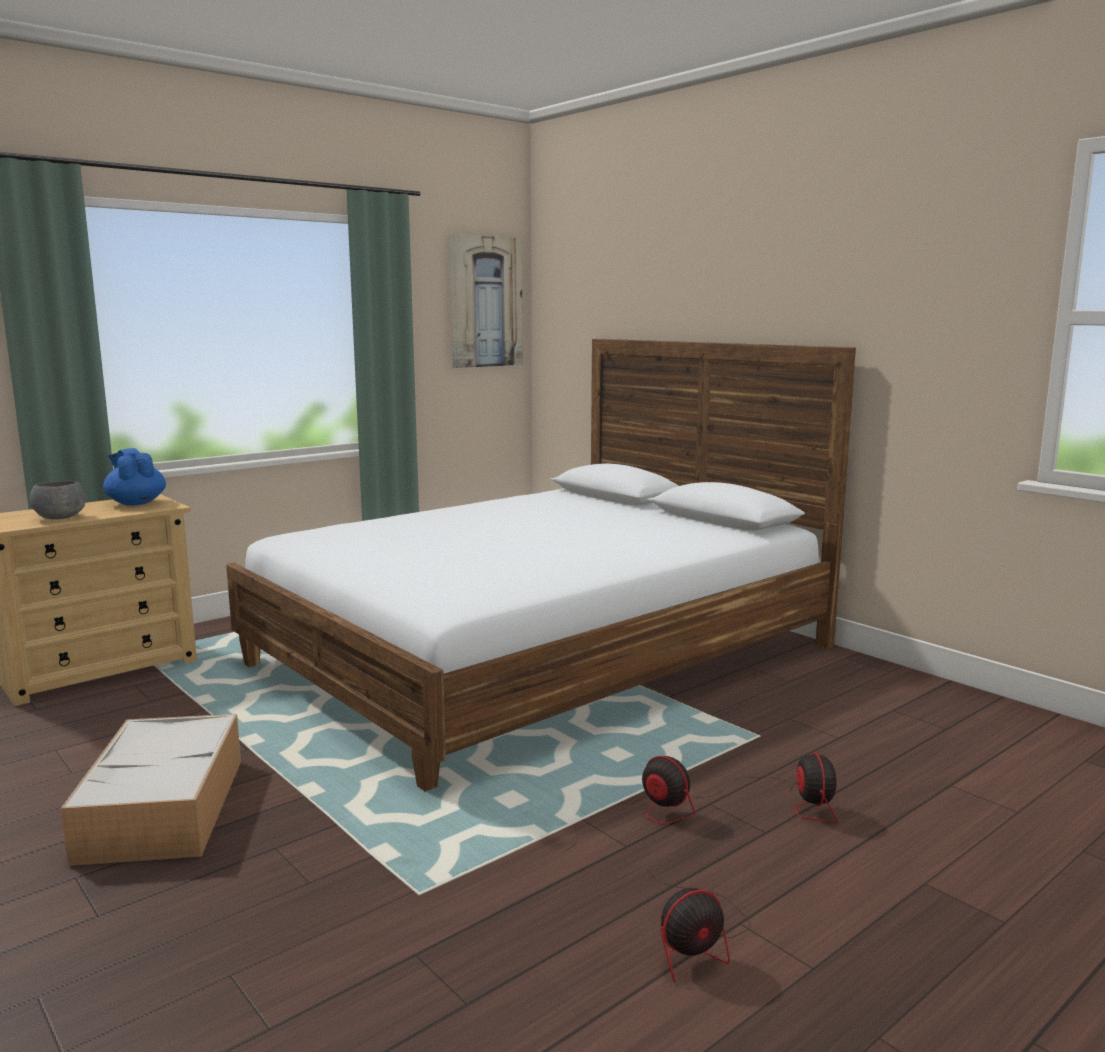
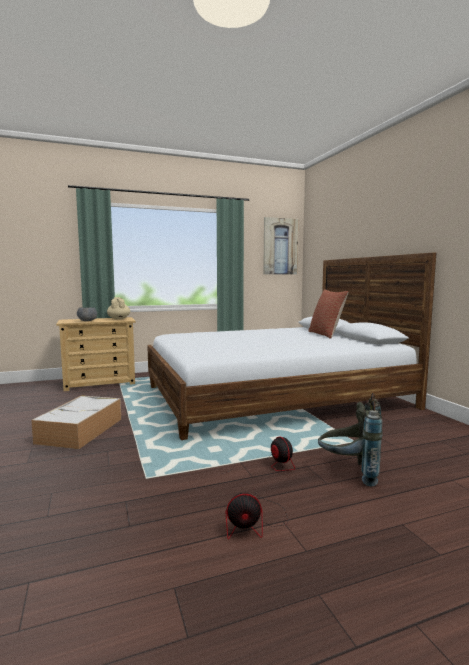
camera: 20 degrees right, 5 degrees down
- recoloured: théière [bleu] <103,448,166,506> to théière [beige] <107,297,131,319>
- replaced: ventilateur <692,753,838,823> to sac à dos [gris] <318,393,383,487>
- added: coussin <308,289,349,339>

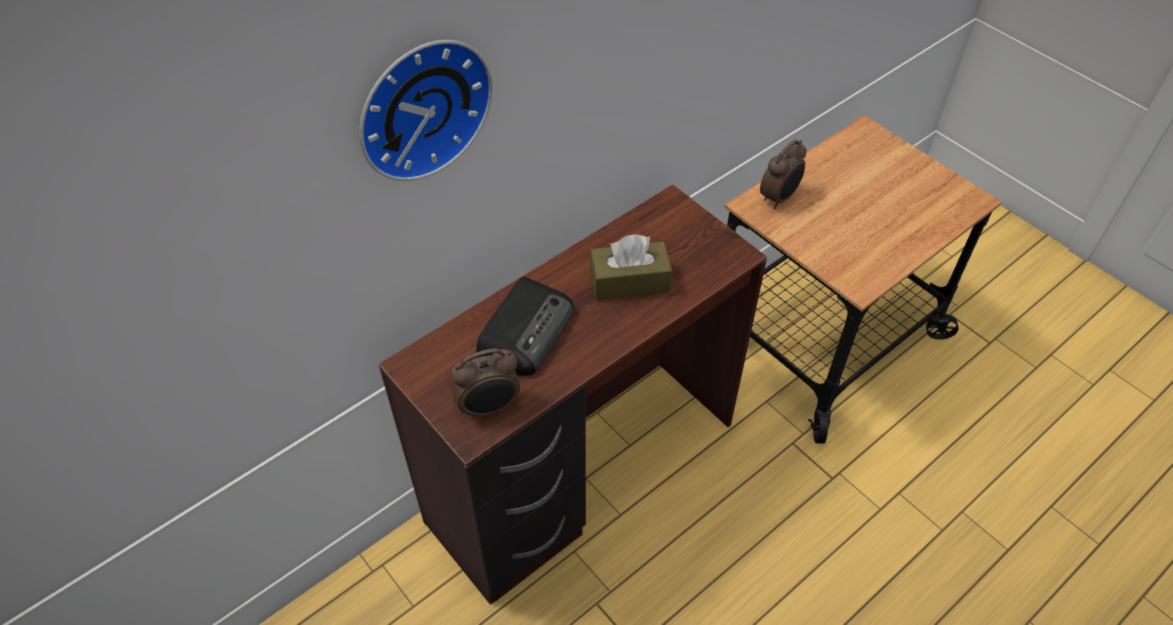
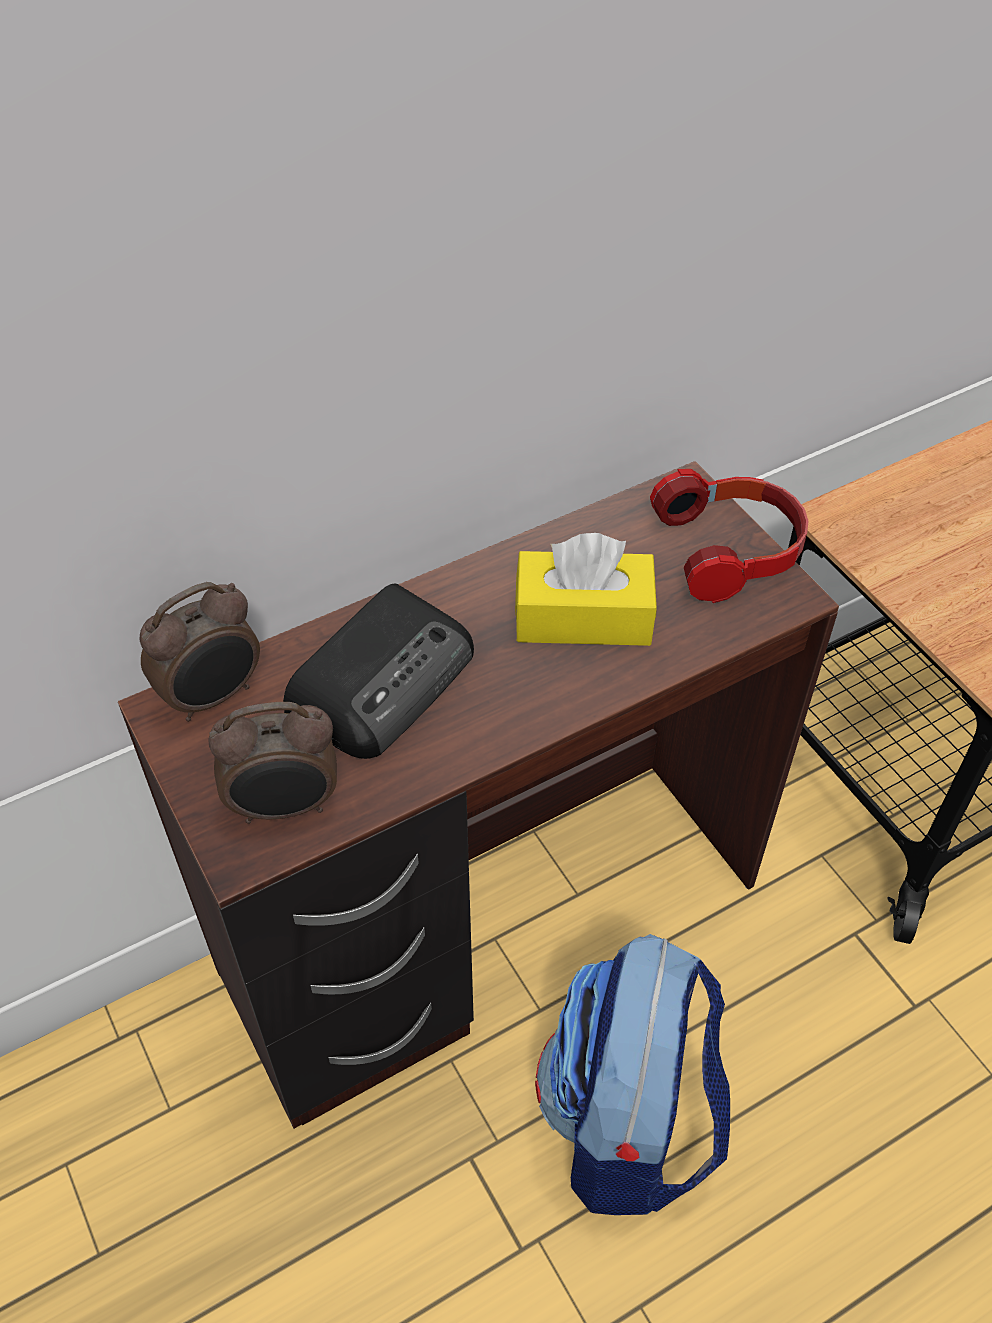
camera: 10 degrees right, 0 degrees up
- removed: horloge murale <359,40,493,181>
- moved: réveil <760,140,806,209> to <140,582,260,722>
- recoloured: boîte à mouchoirs [marron] <590,234,672,300> to boîte à mouchoirs [jaune] <515,533,657,646>
- added: casque audio <650,469,809,603>
- added: sac à dos <535,934,730,1215>

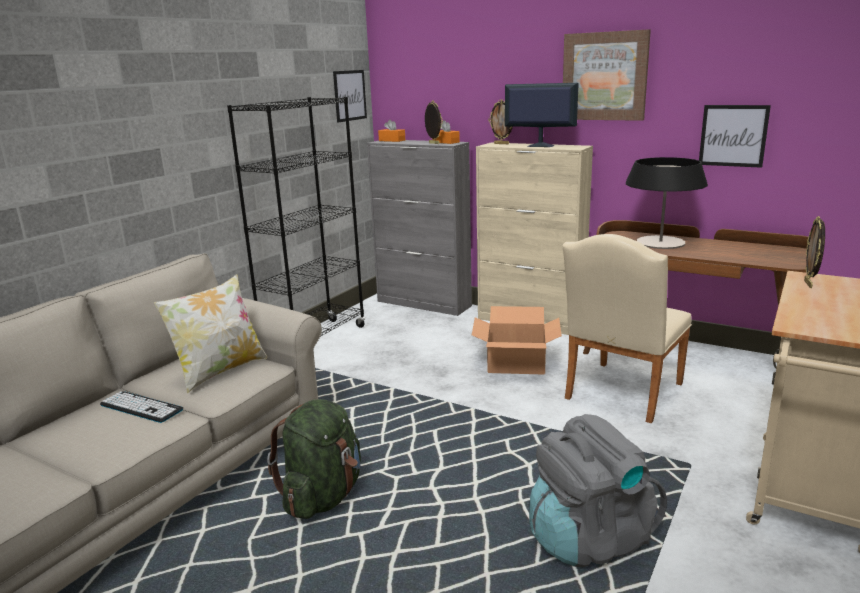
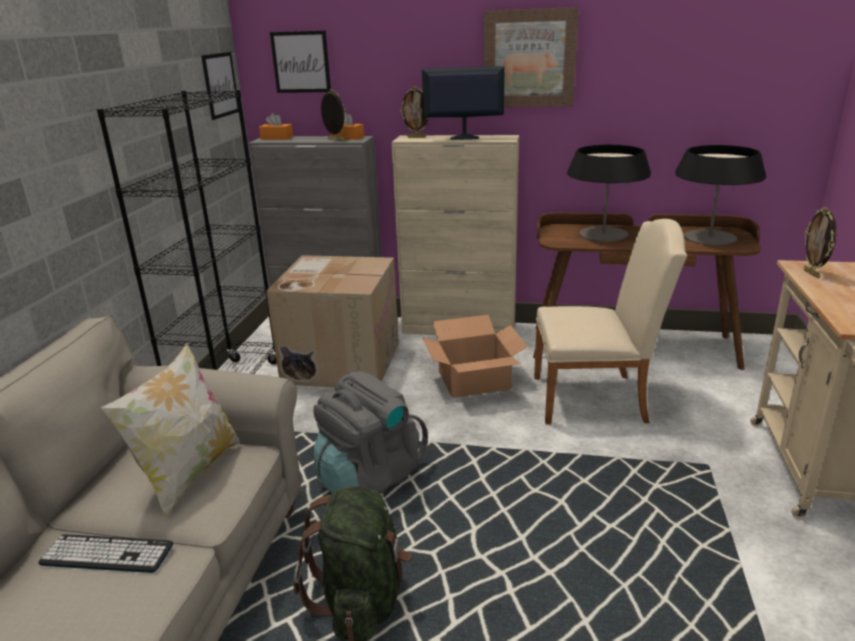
camera: 20 degrees left, 5 degrees up
- moved: tableau <699,105,771,168> to <270,31,331,93>
- turned: chaise [beige] <563,234,692,423> = <534,219,687,425> 105 degrees counterclockwise
- moved: sac à dos [gris] <529,414,667,567> to <313,371,428,494>
- added: lampe de table <675,145,766,246>
- added: carton <266,255,399,387>

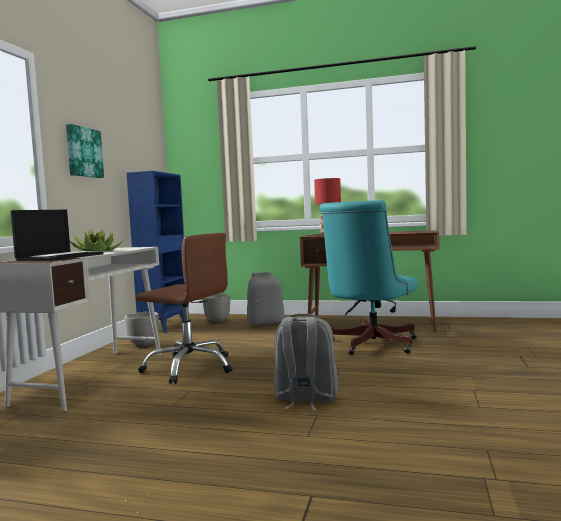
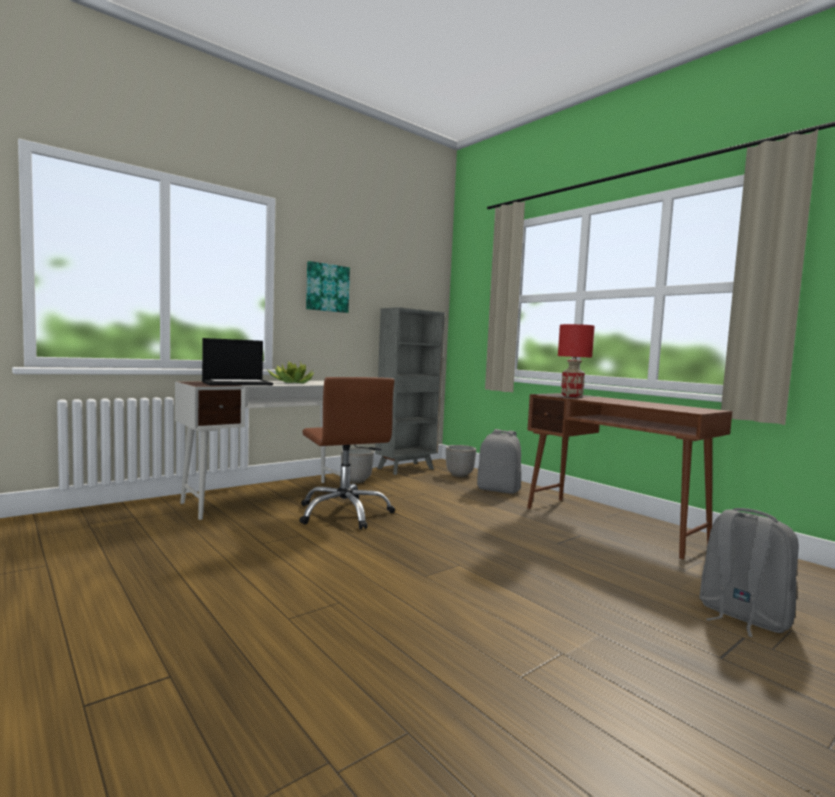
camera: 35 degrees right, 0 degrees up
- recoloured: bibliothèque [bleu] <127,171,185,333> to bibliothèque [gris] <375,307,445,475>
- removed: chaise de bureau [turquoise] <320,200,418,355>
- moved: sac à dos [gris] <274,313,338,411> to <699,508,799,637>

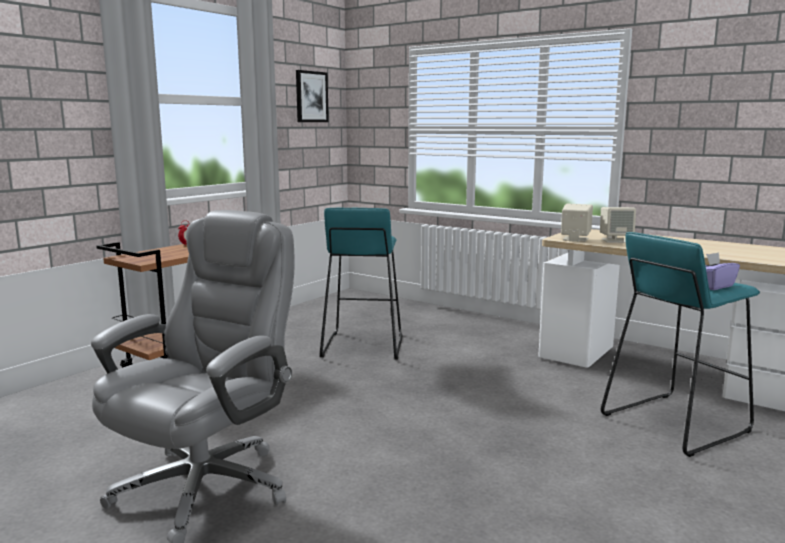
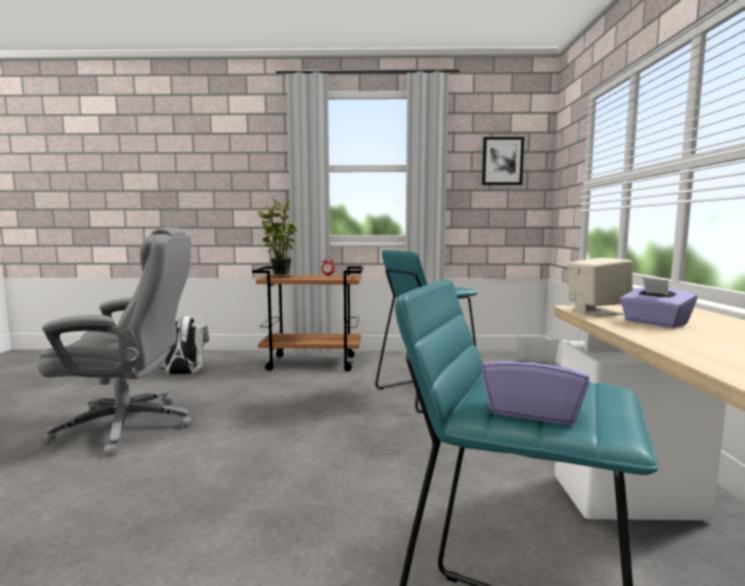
camera: 55 degrees right, 5 degrees down
- replaced: enceinte [beige] <600,207,636,243> to boîte à mouchoirs [violet] <620,277,697,328>
- added: plante en pot <258,200,297,278>
- added: sac à dos [blanc] <157,316,209,375>

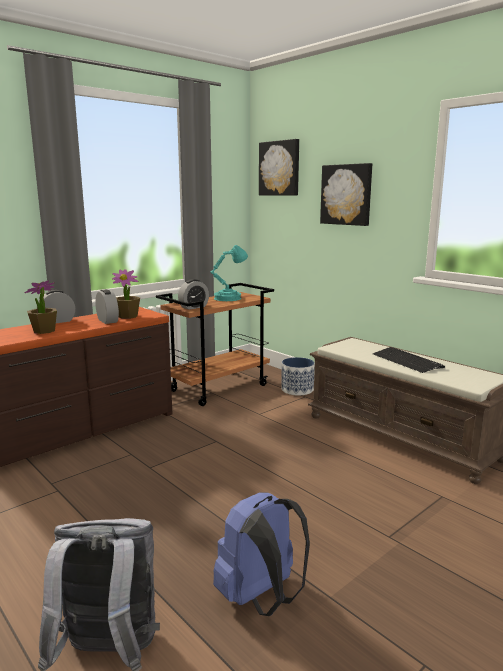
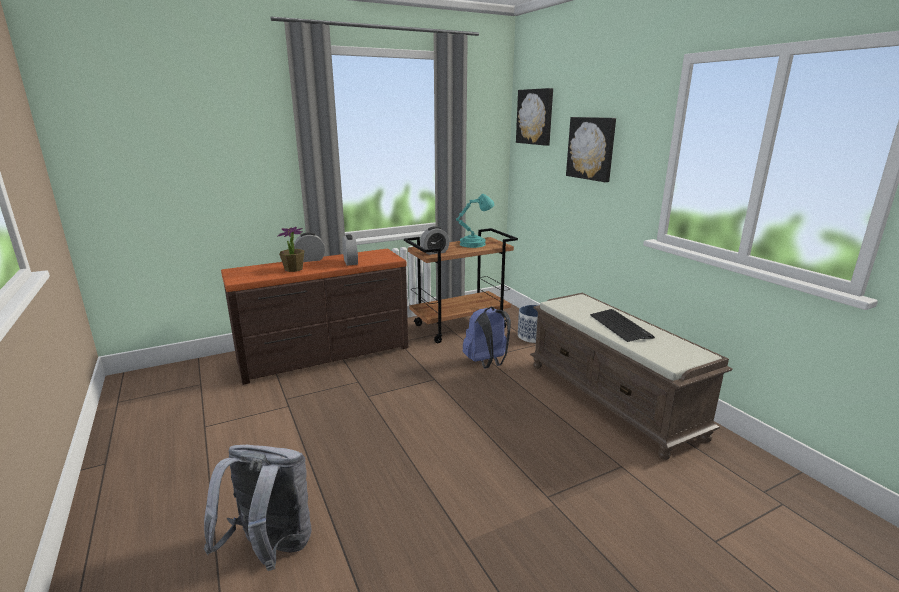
camera: 15 degrees right, 5 degrees up
- removed: plante en pot <112,269,140,319>
- moved: sac à dos [bleu] <213,492,310,616> to <463,307,511,368>

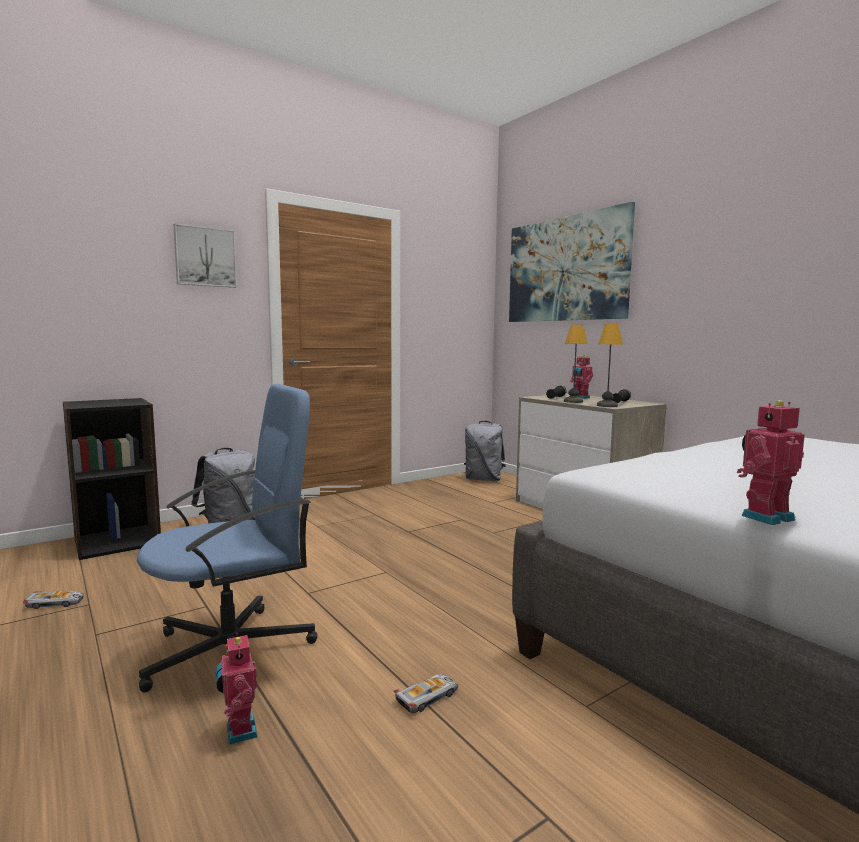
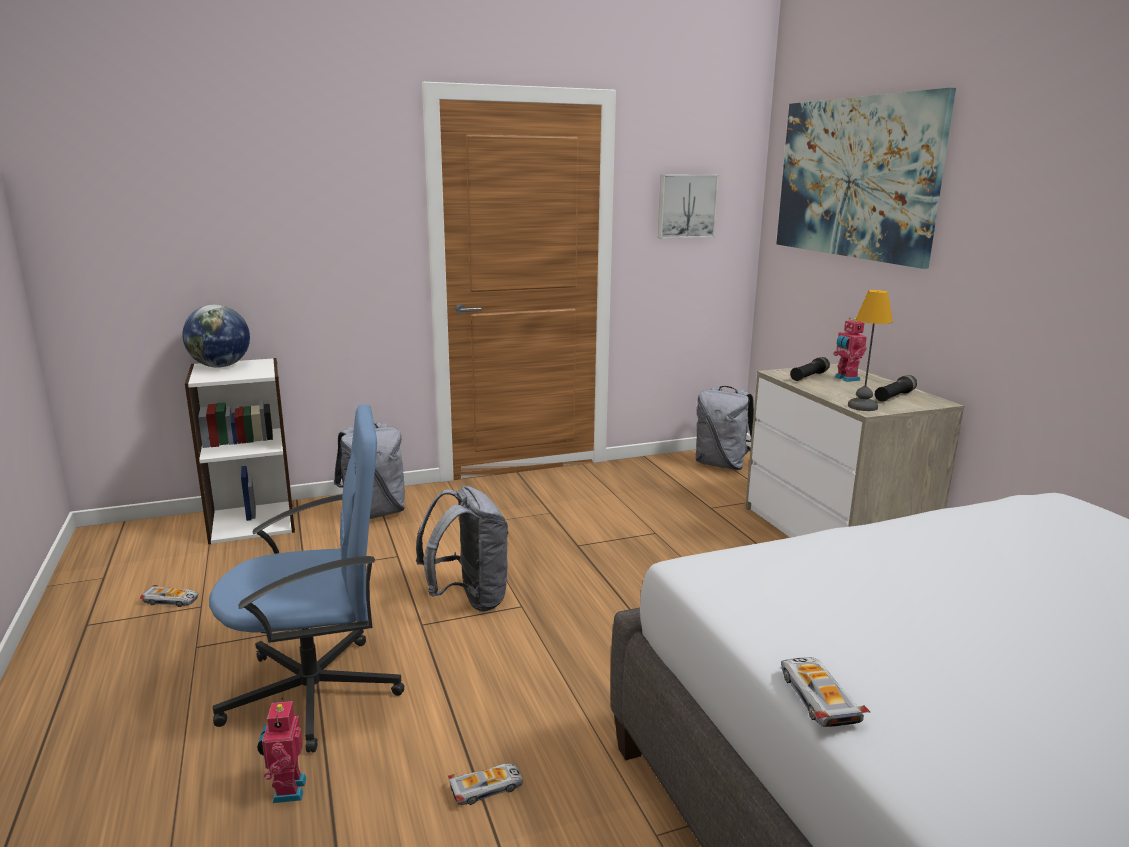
camera: 15 degrees right, 10 degrees up
- moved: tableau <174,223,237,288> to <658,175,719,239>
- removed: lampe de table <564,325,588,403>
- recoloured: bibliothèque [noir] <63,398,161,560> to bibliothèque [blanc] <185,358,295,544>
- replaced: robot jouet <737,400,805,525> to petite voiture <781,657,871,727>
- added: globe <182,304,250,368>
- added: sac à dos [gris] <416,486,509,612>

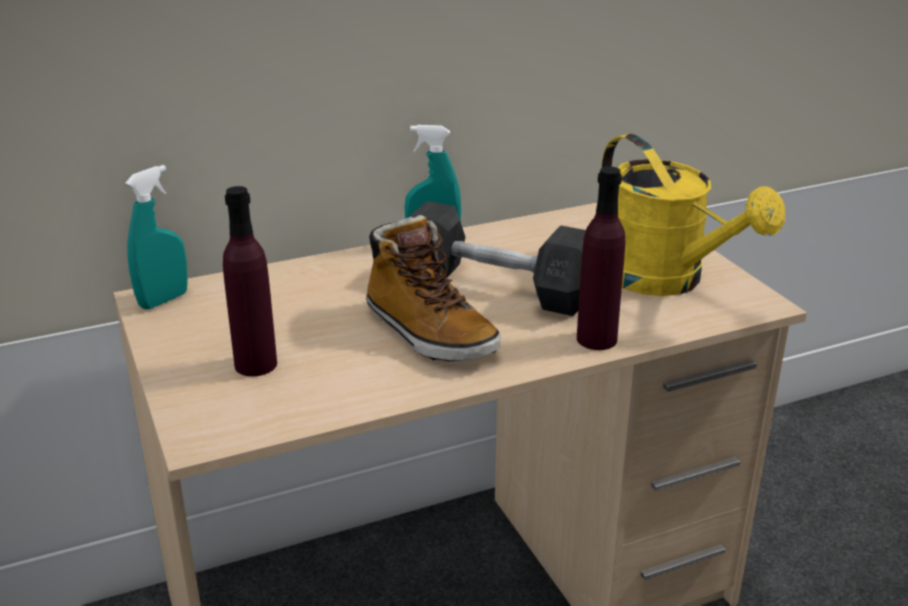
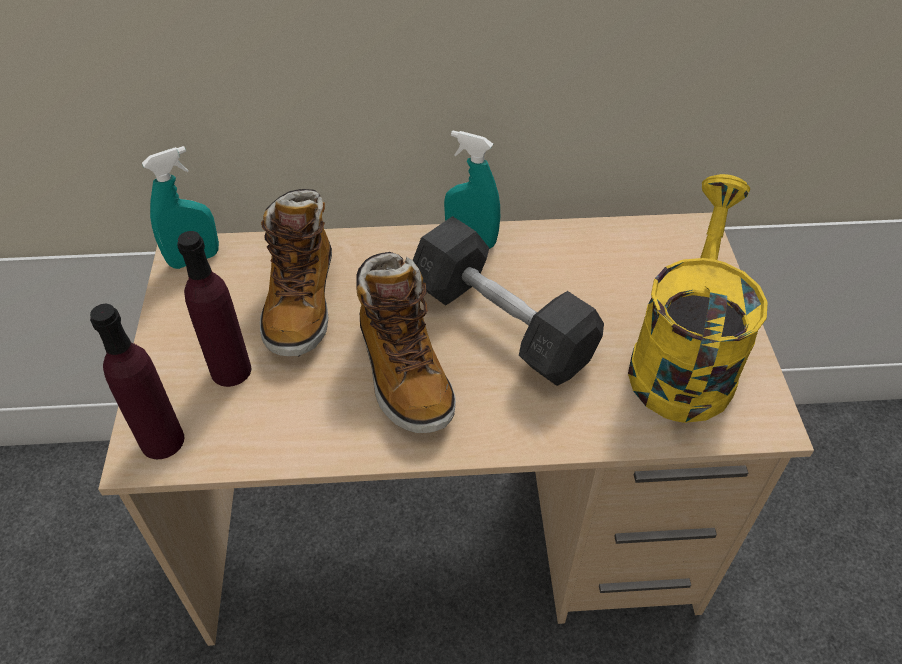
camera: 20 degrees right, 20 degrees up
- turned: arrosoir [jaune] <601,134,785,296> = <628,174,768,423> 150 degrees counterclockwise
- moved: bouteille [violet] <577,166,625,350> to <90,304,184,459>
- added: botte <260,189,332,356>

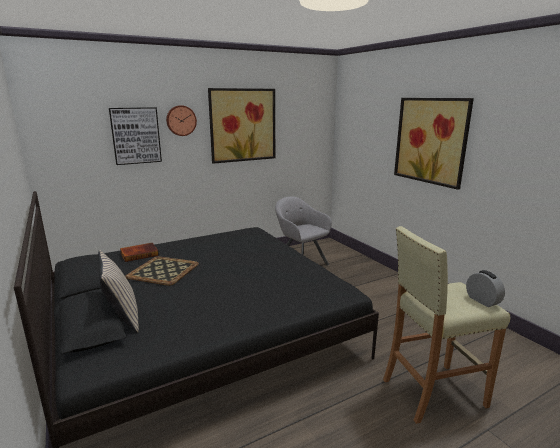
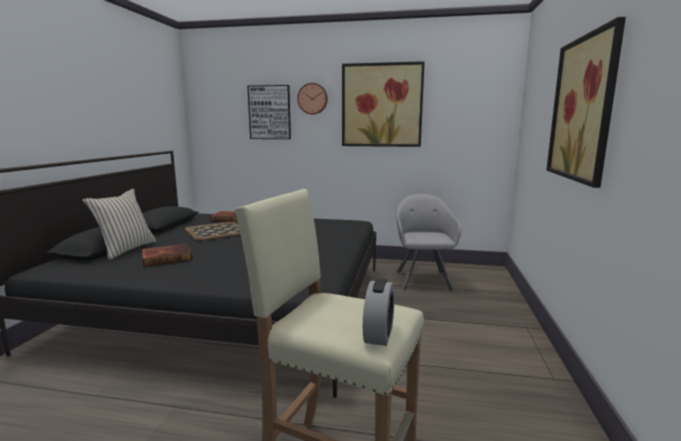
camera: 40 degrees right, 5 degrees down
- added: livre <142,244,192,266>

